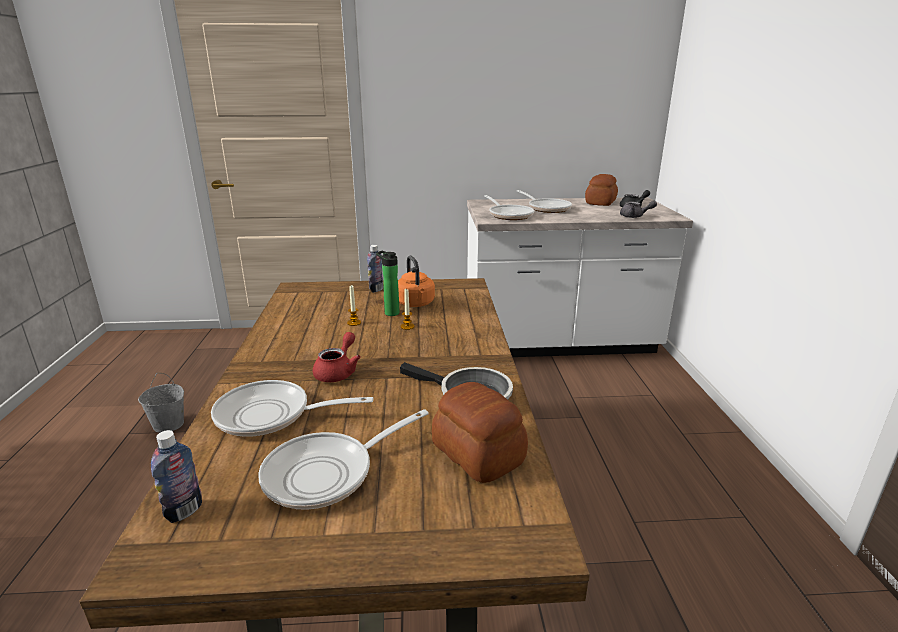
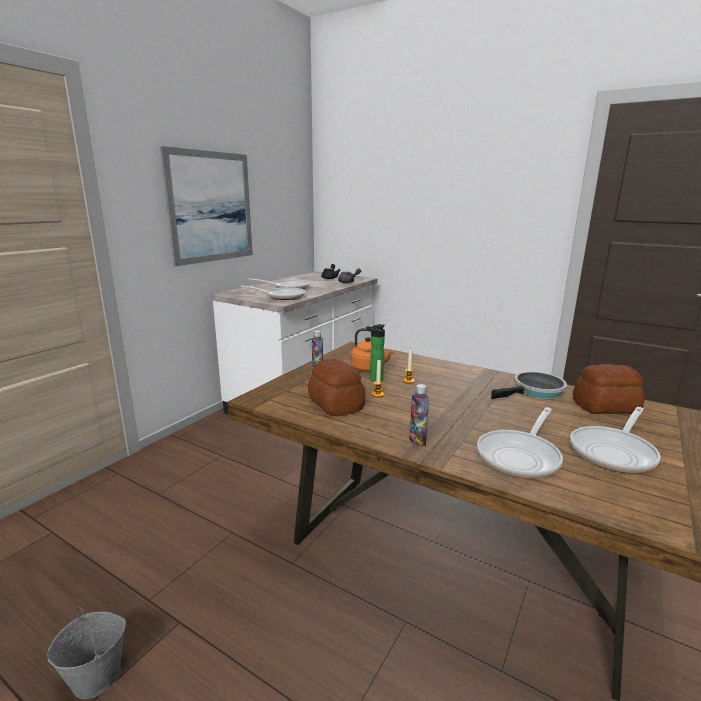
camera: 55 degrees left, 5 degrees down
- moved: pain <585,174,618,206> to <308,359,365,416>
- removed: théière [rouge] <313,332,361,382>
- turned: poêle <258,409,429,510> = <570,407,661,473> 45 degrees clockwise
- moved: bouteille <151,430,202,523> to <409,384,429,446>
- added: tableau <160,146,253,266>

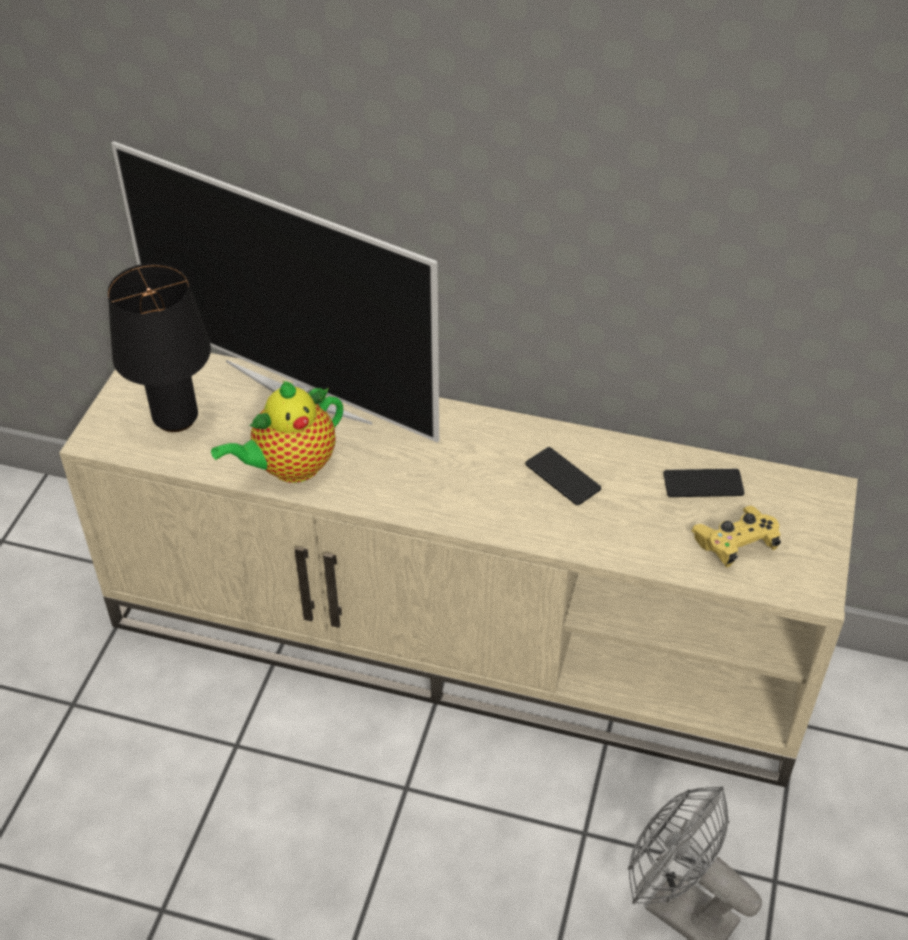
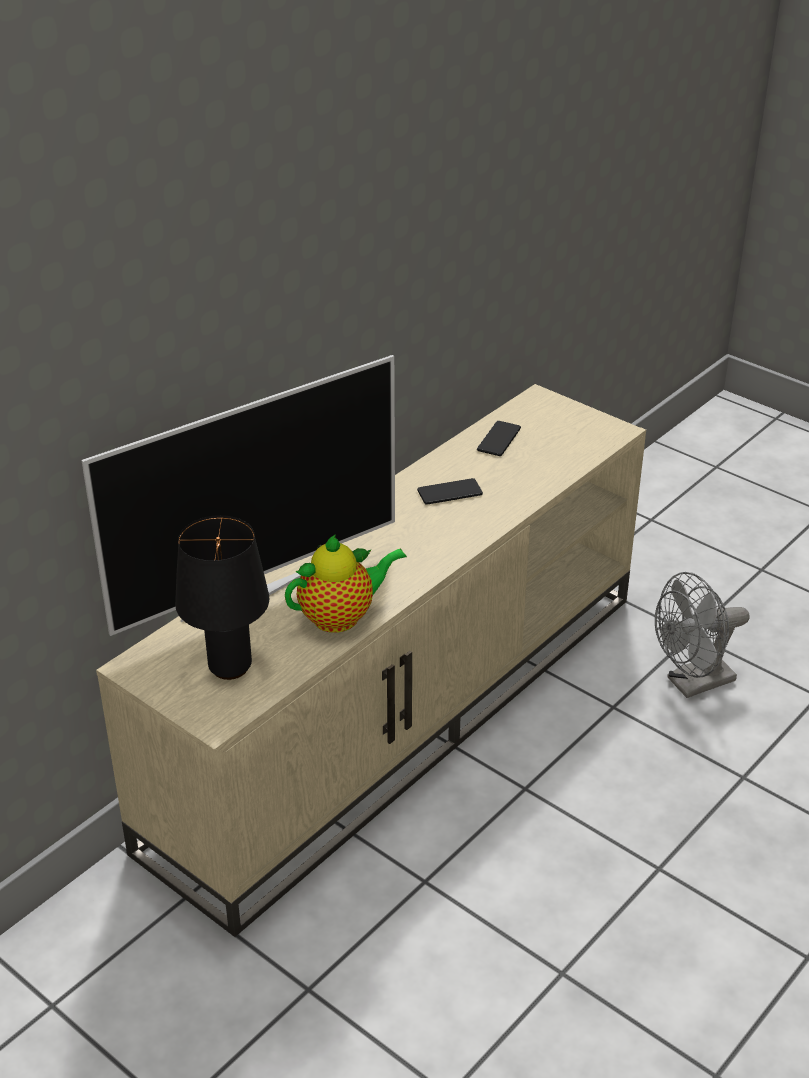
camera: 65 degrees left, 10 degrees down
- turned: théière <211,381,343,483> = <285,534,407,633> 105 degrees counterclockwise
- removed: manette [jaune] <692,506,781,567>

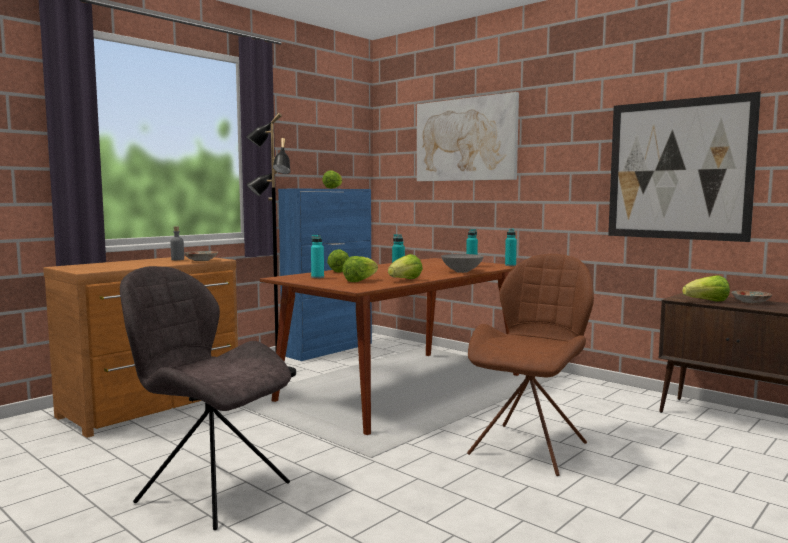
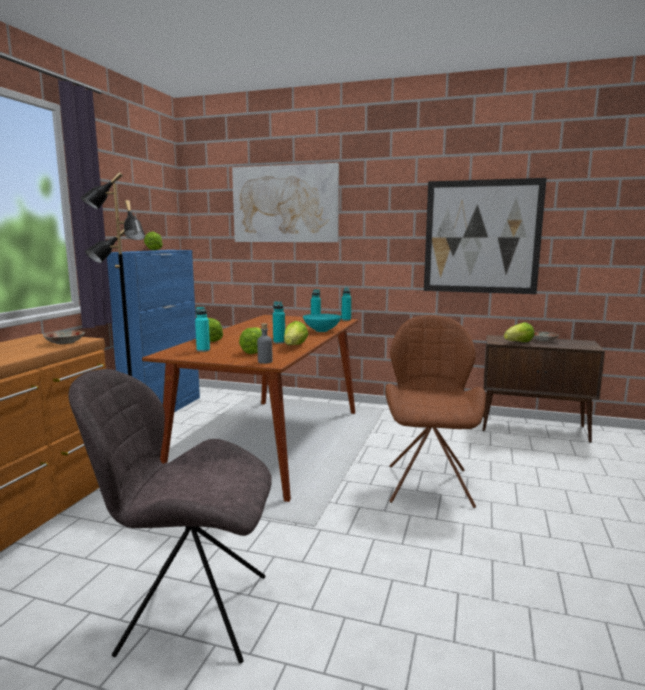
camera: 25 degrees left, 5 degrees up
- moved: bouteille [gris] <170,226,184,260> to <257,323,272,364>
- recoloured: bol [gris] <441,254,484,273> to bol [turquoise] <303,314,341,332>

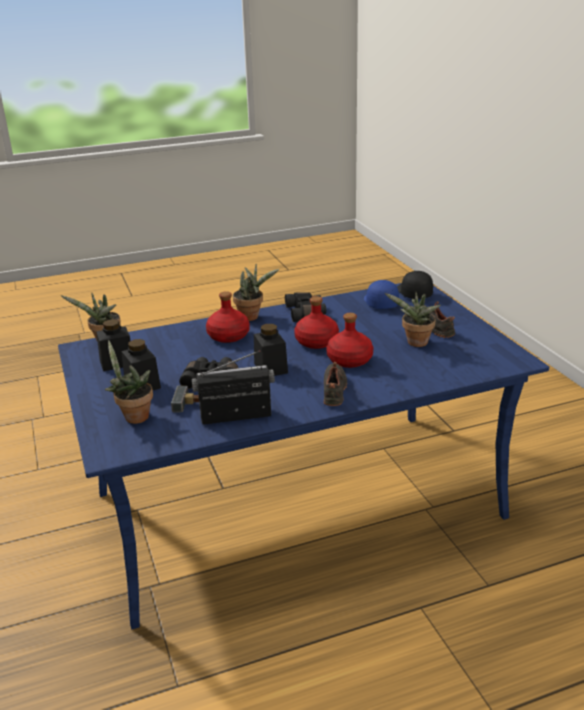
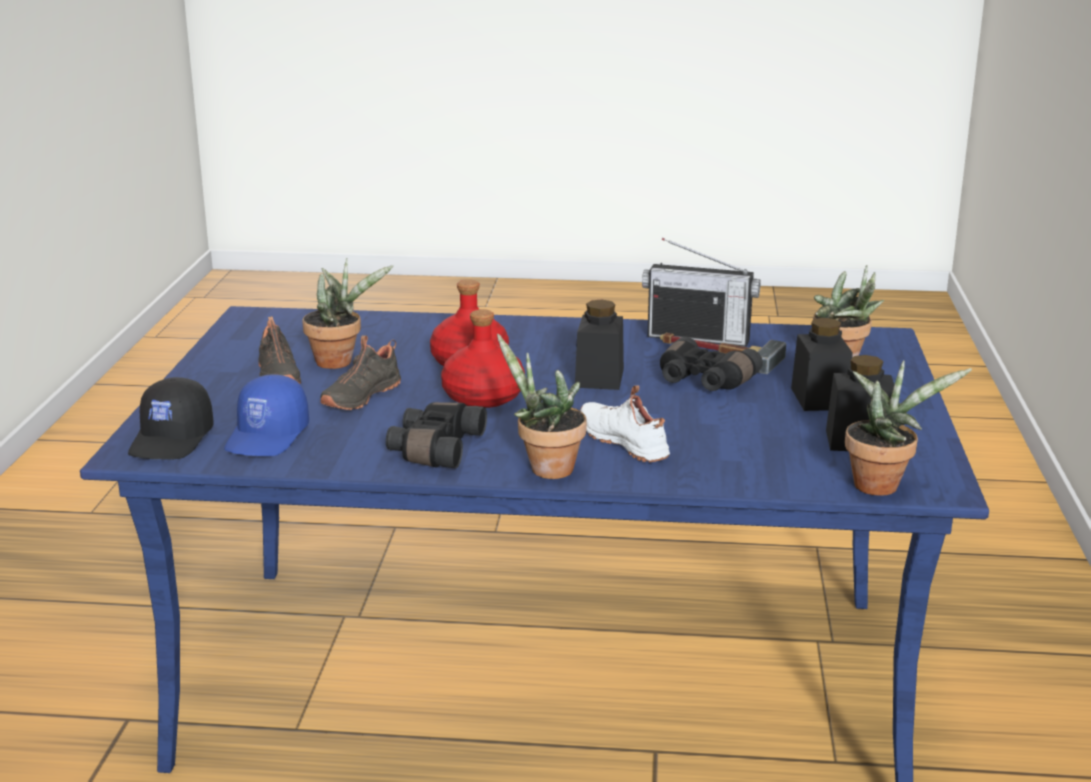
camera: 155 degrees left, 5 degrees down
- replaced: bouteille [rouge] <206,291,250,343> to chaussure [blanc] <580,386,670,462>
- moved: chaussure [noir] <324,362,347,406> to <320,335,401,410>

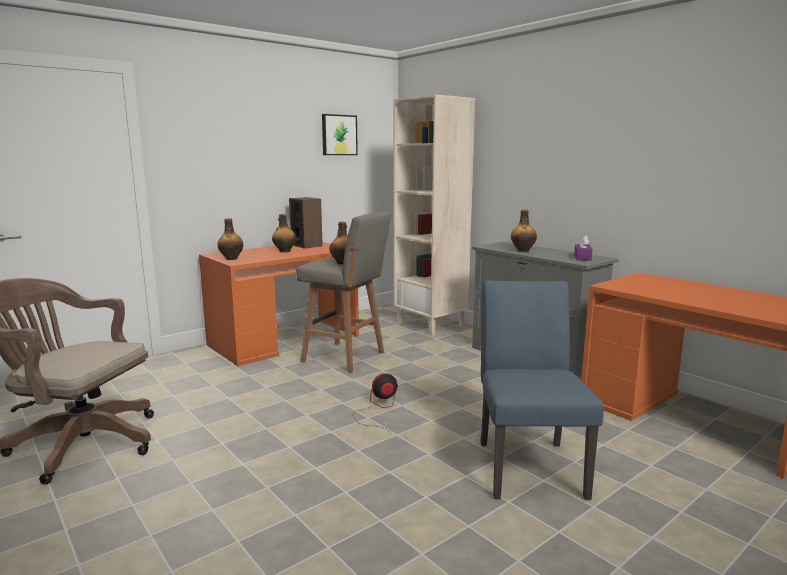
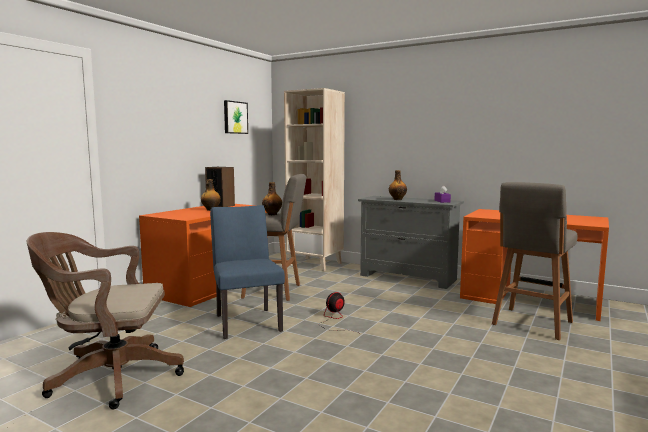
camera: 20 degrees left, 5 degrees down
- removed: bouteille <217,218,243,260>
- moved: chaise [bleu] <480,281,604,500> to <210,205,285,339>
- added: tabouret [gris] <492,182,578,340>

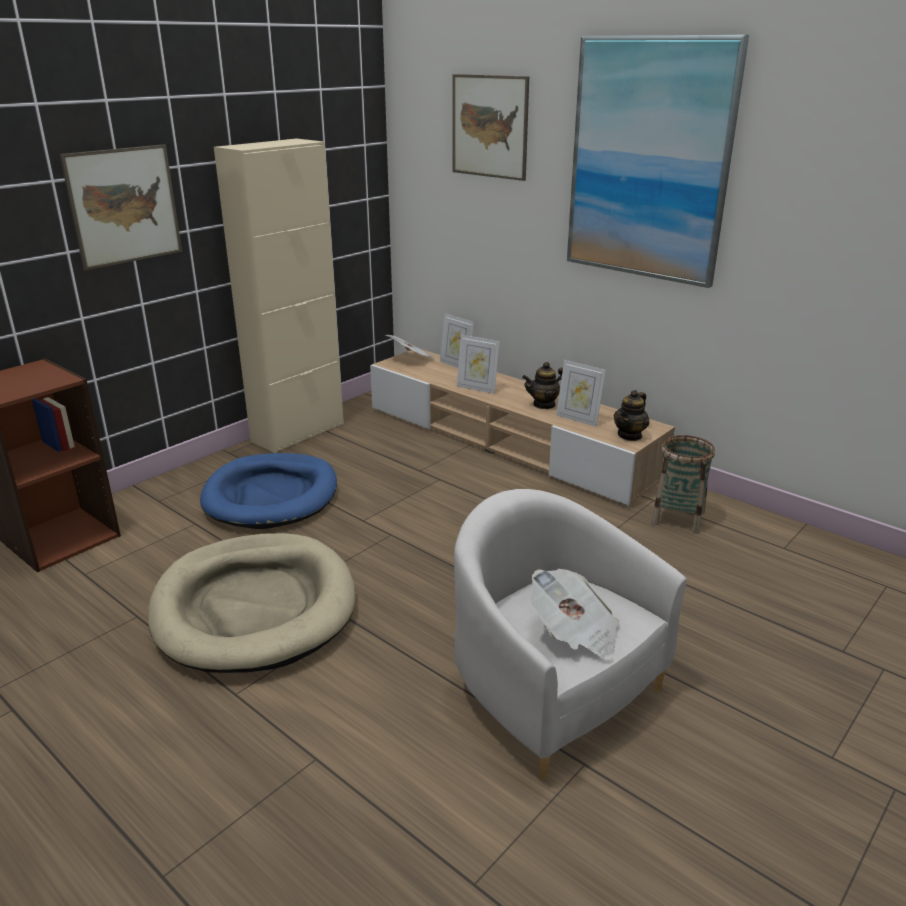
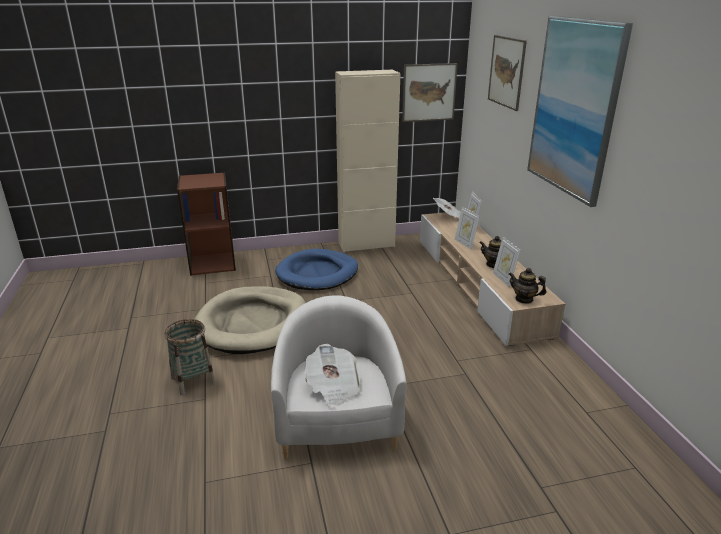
camera: 35 degrees right, 0 degrees up
- moved: tableau <60,144,182,271> to <402,63,458,122>
- turned: théière <614,390,649,441> = <509,268,546,304> 45 degrees clockwise
- moved: panier <651,435,715,534> to <164,319,215,395>

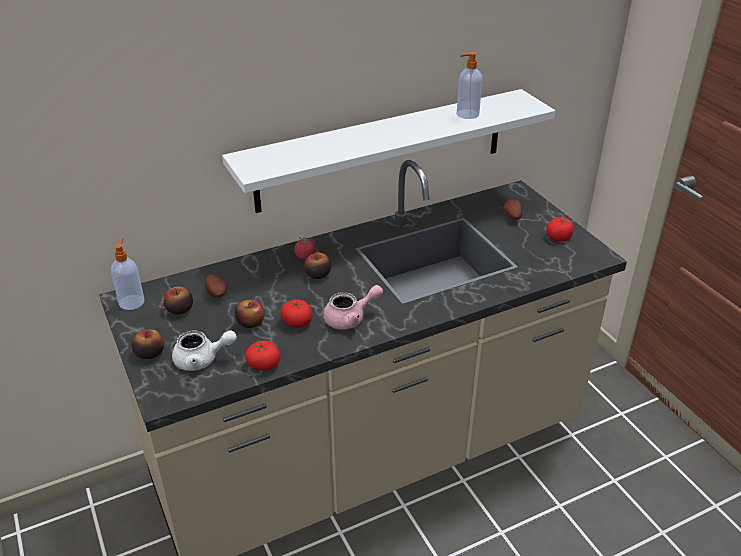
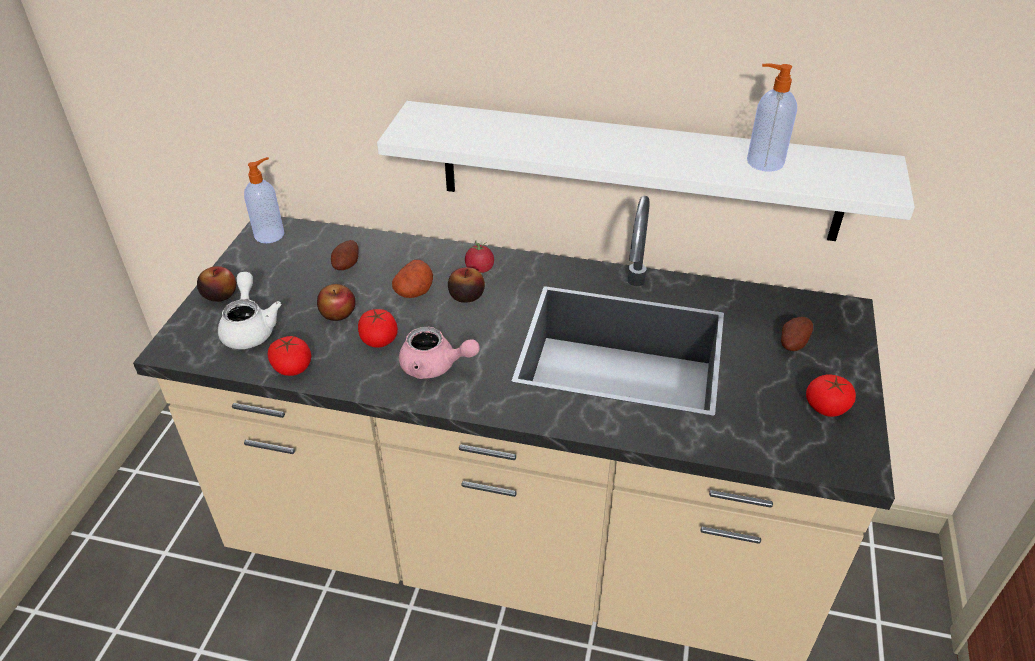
camera: 40 degrees right, 5 degrees up
- removed: pomme <164,286,193,315>
- turned: théière [blanc] <172,330,237,371> = <218,272,282,349> 135 degrees counterclockwise
- added: pomme de terre <392,260,433,298>

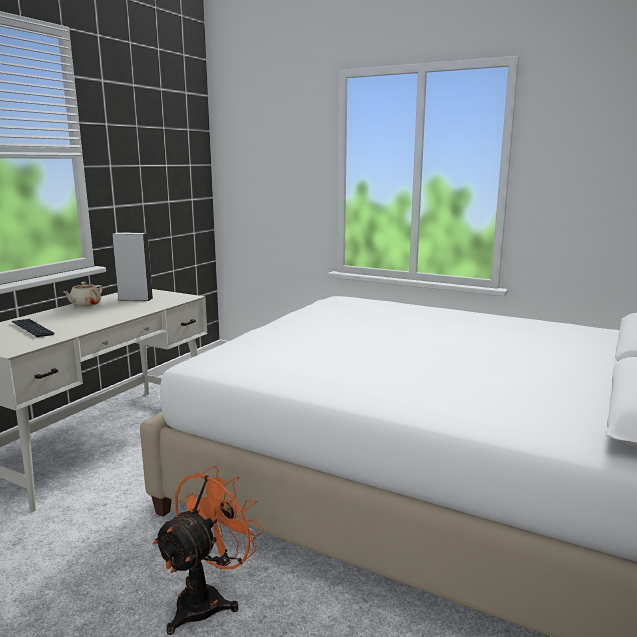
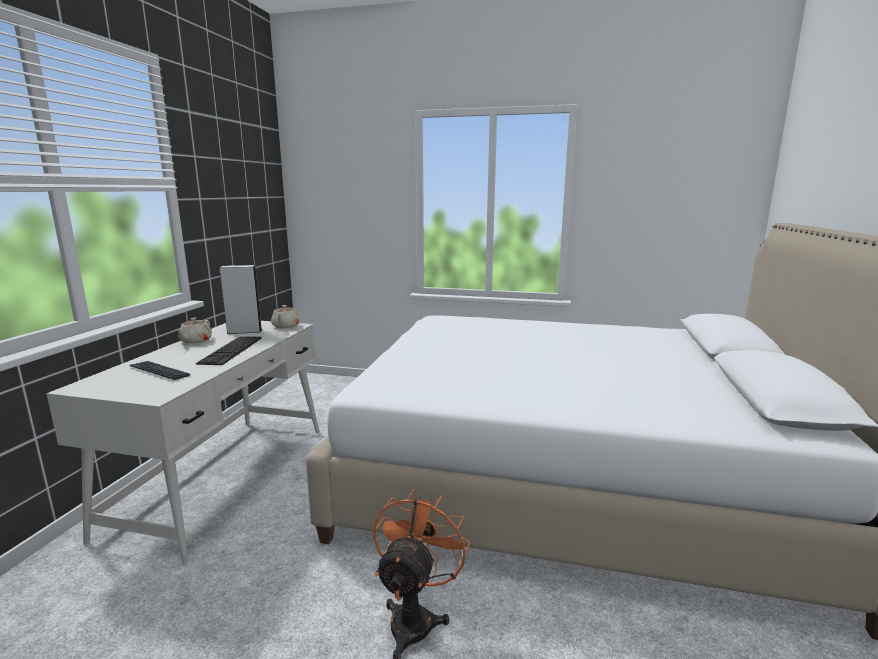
camera: 15 degrees left, 0 degrees up
- added: théière [beige] <271,305,300,328>
- added: clavier <196,336,262,365>

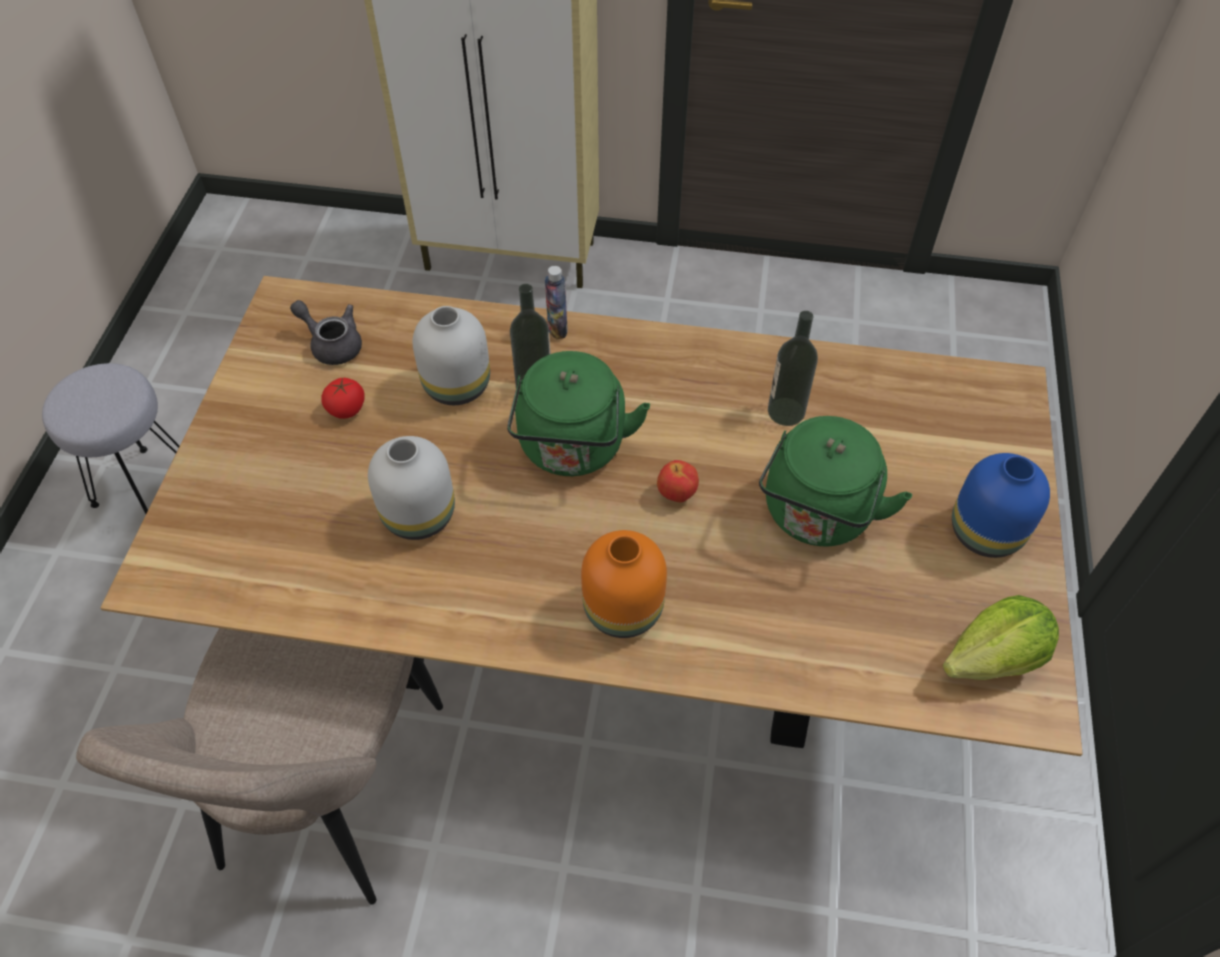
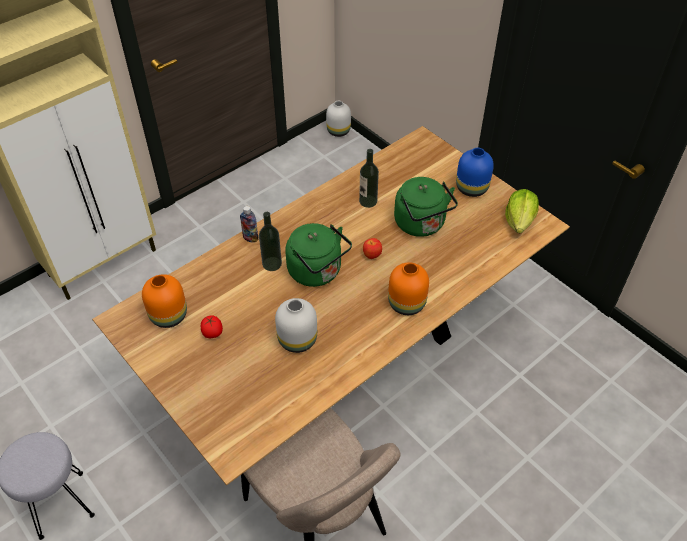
camera: 50 degrees left, 5 degrees down
- replaced: théière [gris] <290,300,362,365> to vase [orange] <142,274,187,328>
- moved: vase [blanc] <412,306,490,405> to <326,101,351,137>

